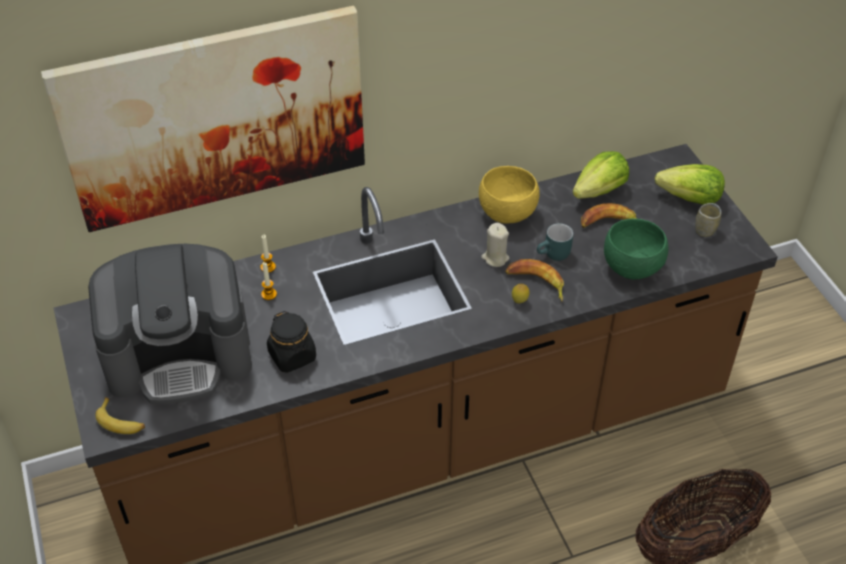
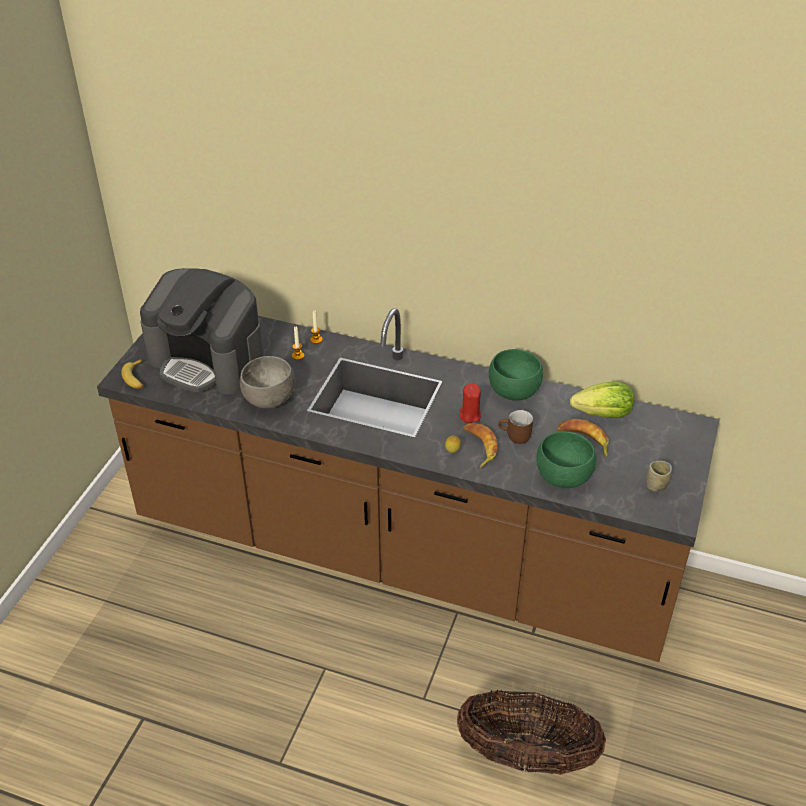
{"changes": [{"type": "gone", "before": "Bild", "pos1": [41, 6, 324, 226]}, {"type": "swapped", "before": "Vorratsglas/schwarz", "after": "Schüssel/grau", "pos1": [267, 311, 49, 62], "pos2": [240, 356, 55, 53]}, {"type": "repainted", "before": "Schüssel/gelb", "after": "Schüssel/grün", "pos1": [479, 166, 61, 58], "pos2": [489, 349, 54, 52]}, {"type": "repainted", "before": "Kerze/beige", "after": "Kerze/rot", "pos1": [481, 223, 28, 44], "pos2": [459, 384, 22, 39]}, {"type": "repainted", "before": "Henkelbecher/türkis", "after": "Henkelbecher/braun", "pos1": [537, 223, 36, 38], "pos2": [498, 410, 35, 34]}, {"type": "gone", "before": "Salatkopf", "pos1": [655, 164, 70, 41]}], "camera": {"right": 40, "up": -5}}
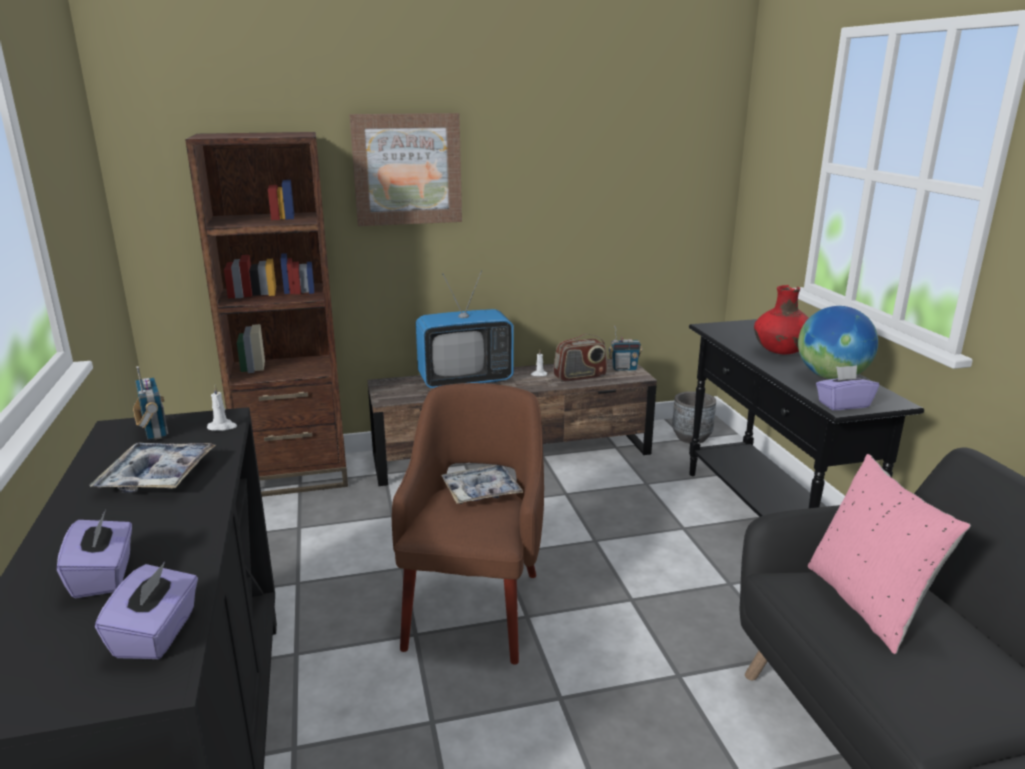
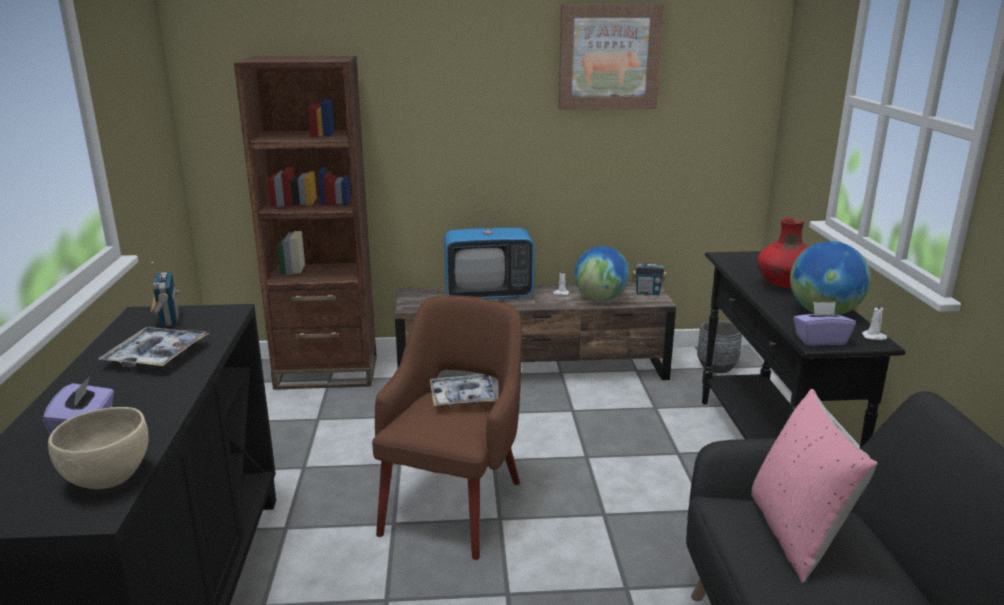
{"changes": [{"type": "swapped", "before": "Taschentuchbox/lila", "after": "Schüssel/beige", "pos1": [95, 562, 103, 97], "pos2": [48, 407, 101, 82]}, {"type": "shifted", "before": "Kerze/weiß", "pos1": [207, 385, 30, 46], "pos2": [862, 301, 25, 39]}, {"type": "shifted", "before": "Bild", "pos1": [349, 113, 113, 113], "pos2": [558, 4, 106, 106]}, {"type": "swapped", "before": "Radio", "after": "Globus", "pos1": [554, 334, 53, 48], "pos2": [574, 246, 55, 55]}], "camera": {"right": 10, "up": 0}}
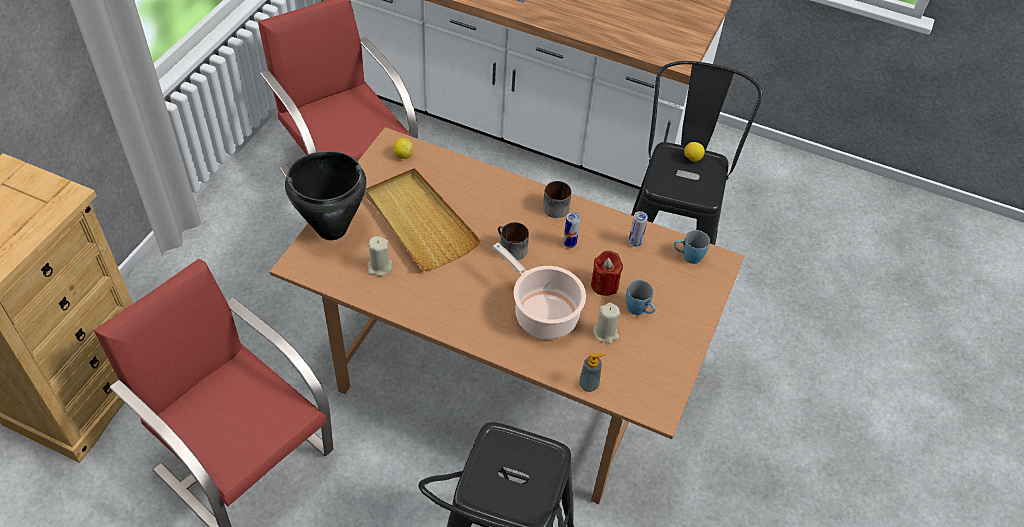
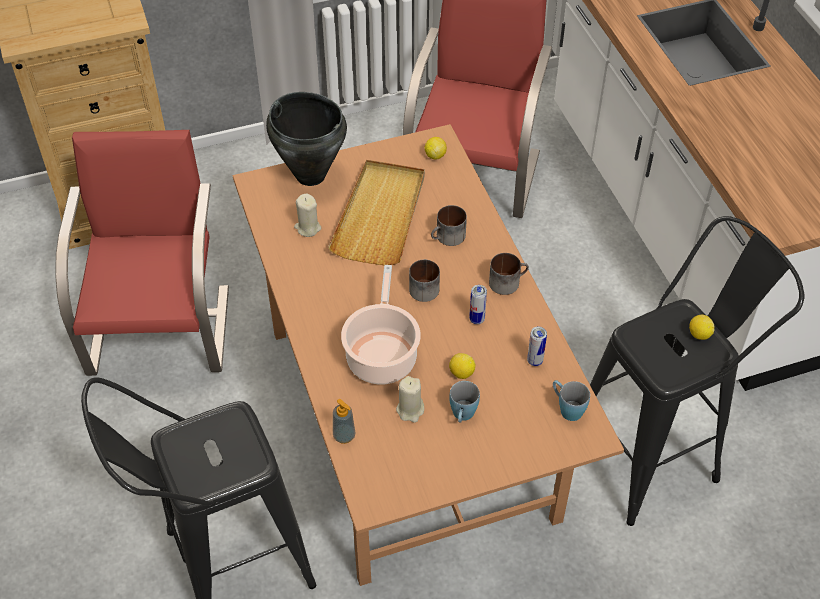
{"changes": [{"type": "swapped", "before": "Kerze/rot", "after": "Zitrone", "pos1": [591, 251, 32, 45], "pos2": [449, 353, 26, 26]}, {"type": "new", "after": "Henkelbecher", "pos2": [431, 205, 36, 41]}], "camera": {"right": 50, "up": 0}}
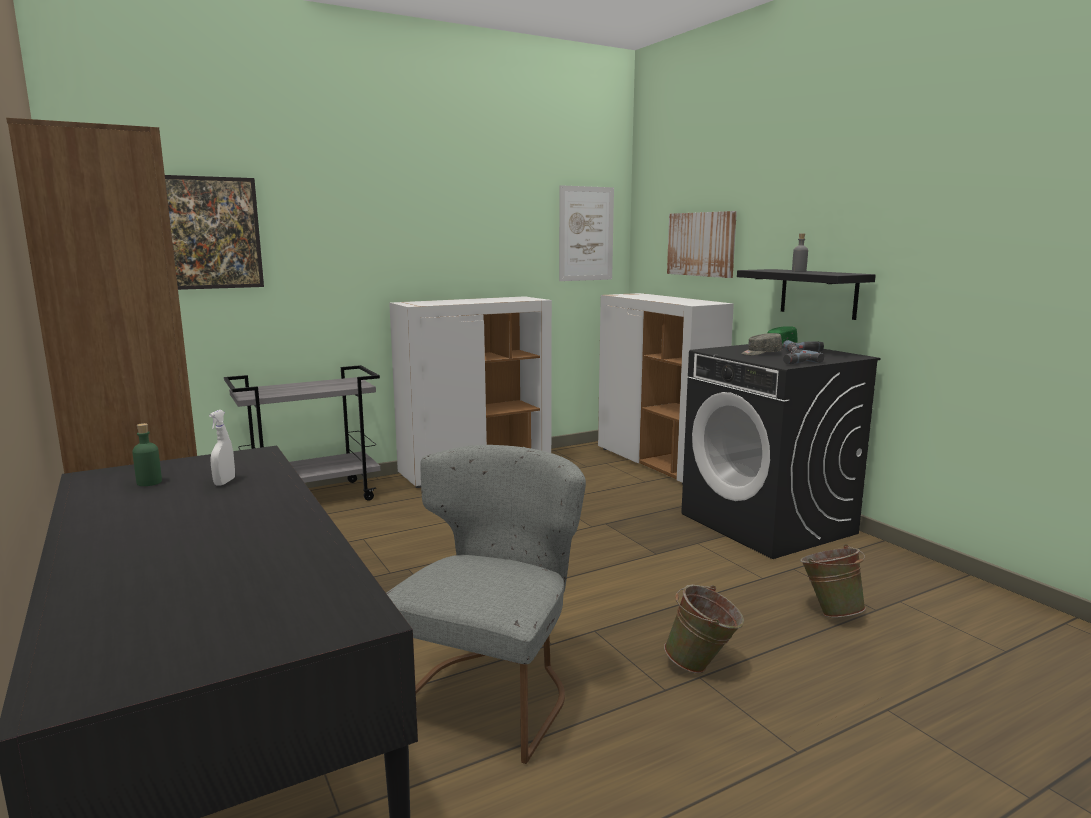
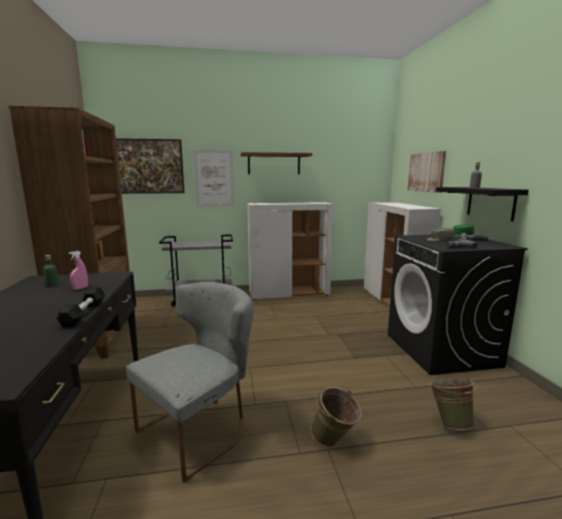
{"changes": [{"type": "repainted", "before": "Sprühflasche/weiß", "after": "Sprühflasche/rosa", "pos1": [209, 410, 26, 76], "pos2": [69, 251, 19, 39]}, {"type": "shifted", "before": "Bild", "pos1": [559, 185, 55, 96], "pos2": [193, 149, 41, 57]}, {"type": "new", "after": "Hantel/schwarz", "pos2": [56, 287, 49, 40]}, {"type": "new", "after": "Wandregal/braun", "pos2": [240, 152, 72, 22]}], "camera": {"right": 20, "up": 0}}
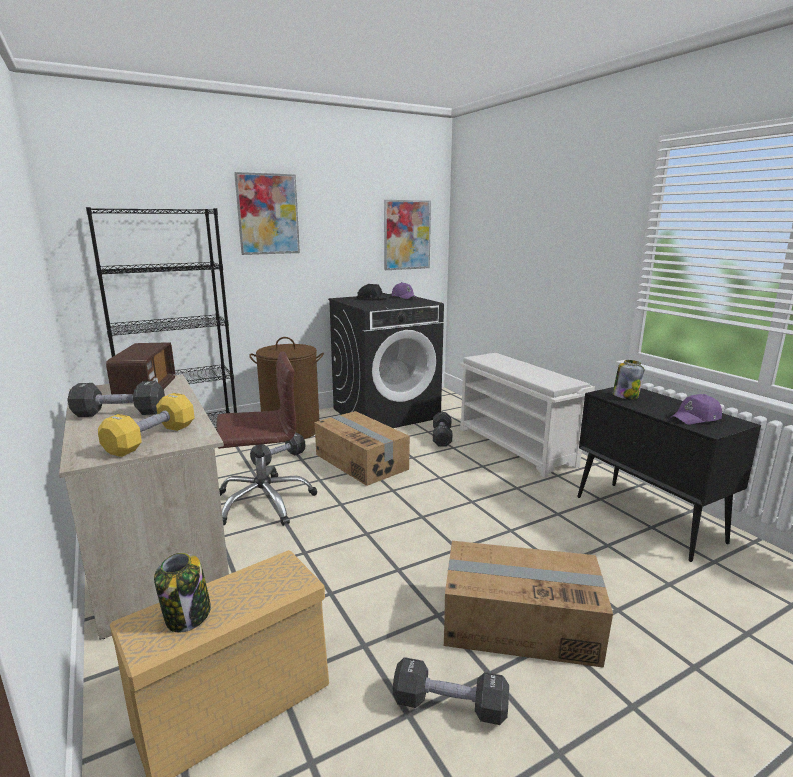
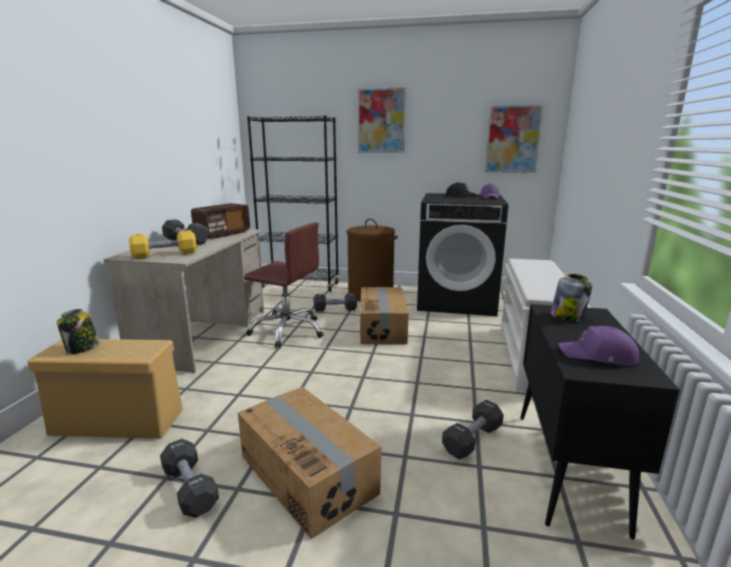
{"changes": [{"type": "shifted", "before": "Hantel/schwarz", "pos1": [433, 412, 19, 35], "pos2": [442, 400, 62, 59]}], "camera": {"right": 40, "up": 0}}
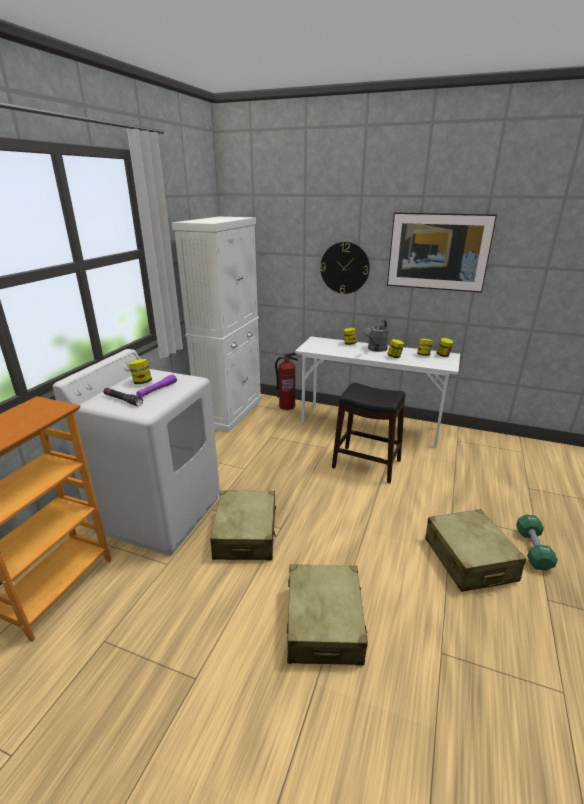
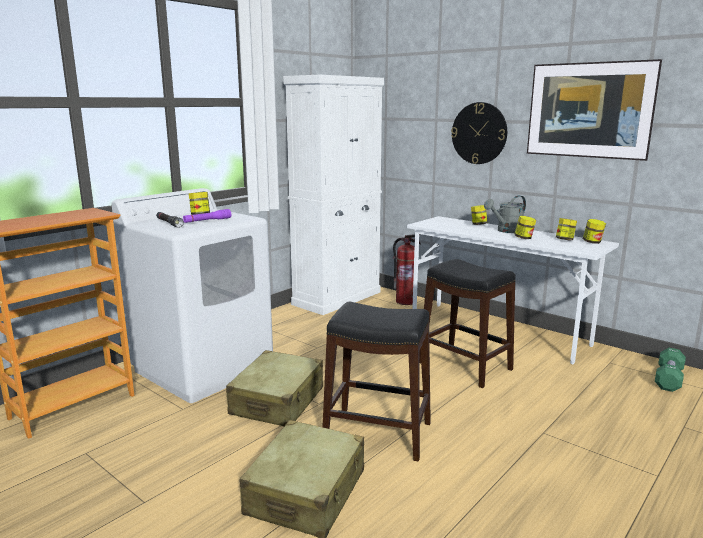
{"changes": [{"type": "gone", "before": "Koffer/beige", "pos1": [425, 509, 102, 83]}, {"type": "shifted", "before": "Hantel/grün", "pos1": [516, 515, 42, 56], "pos2": [655, 348, 31, 44]}, {"type": "new", "after": "Hocker/schwarz", "pos2": [323, 302, 108, 160]}], "camera": {"right": 20, "up": -10}}
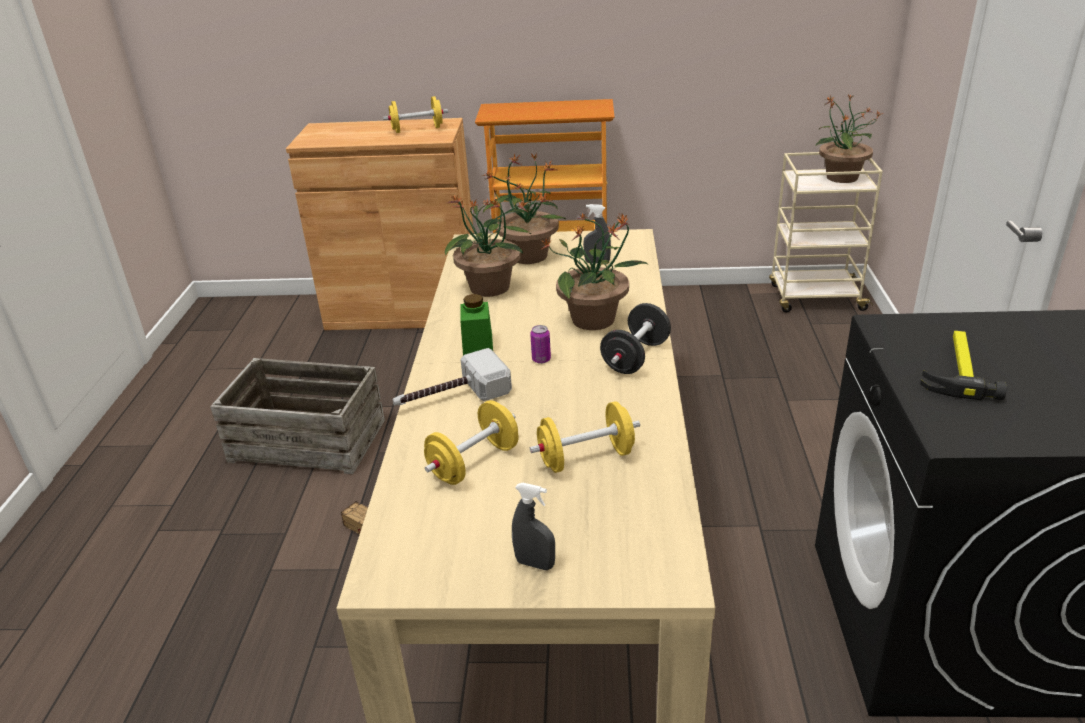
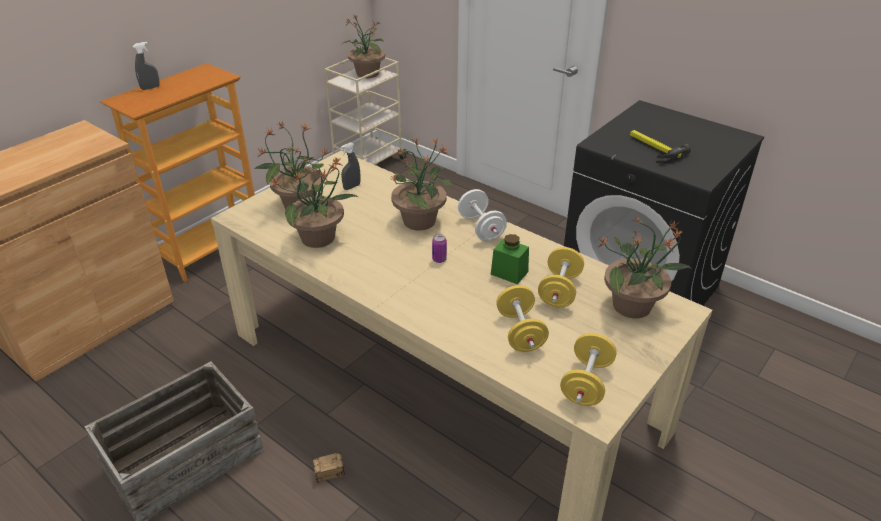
{"changes": [{"type": "shifted", "before": "Hantel/gelb", "pos1": [383, 96, 65, 37], "pos2": [560, 333, 57, 73]}, {"type": "gone", "before": "Hammer", "pos1": [392, 348, 120, 58]}, {"type": "shifted", "before": "Vorratsglas/grün", "pos1": [460, 294, 33, 61], "pos2": [491, 234, 38, 50]}, {"type": "shifted", "before": "Sprühflasche/grau", "pos1": [512, 483, 43, 87], "pos2": [133, 42, 27, 48]}, {"type": "repainted", "before": "Hantel/schwarz", "after": "Hantel/weiß", "pos1": [600, 303, 71, 71], "pos2": [458, 189, 49, 52]}, {"type": "new", "after": "Topfpflanze", "pos2": [598, 217, 94, 101]}], "camera": {"right": -55, "up": 5}}
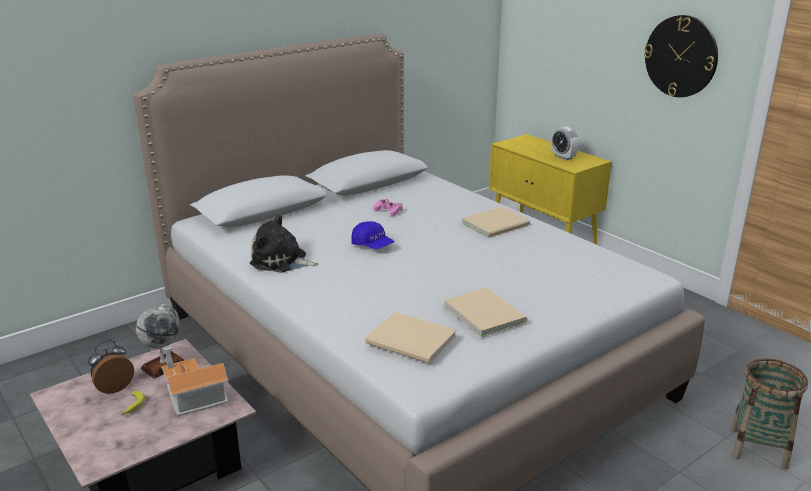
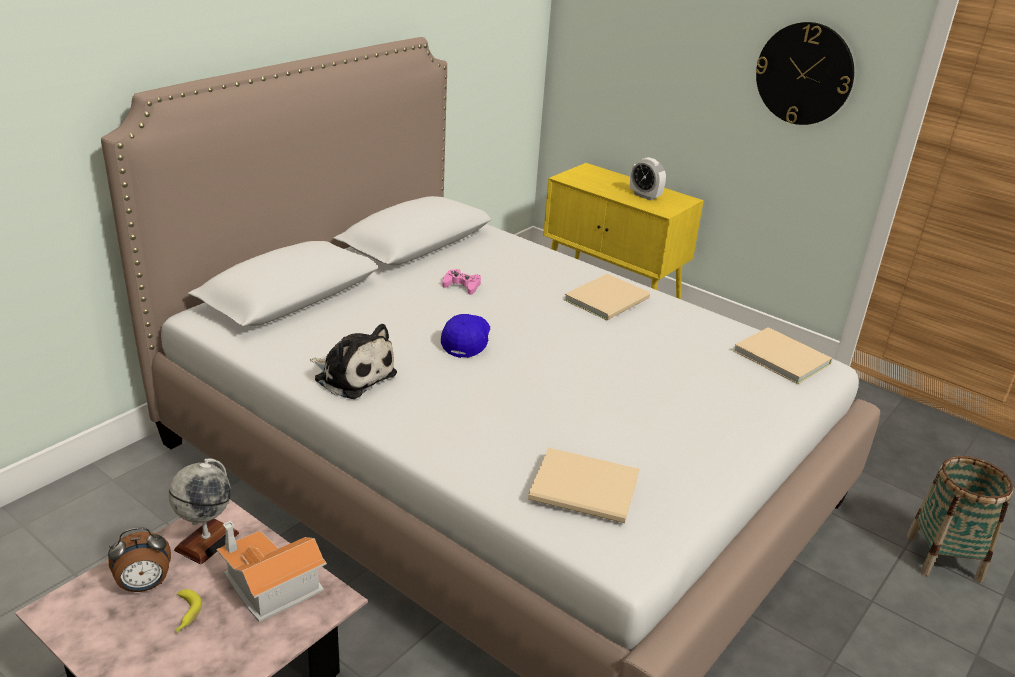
{"changes": [{"type": "rotated", "before": "Wecker", "pos1": [88, 340, 46, 54], "pos2": [108, 527, 63, 65], "turn": -150}, {"type": "rotated", "before": "Plüschtier", "pos1": [250, 214, 69, 59], "pos2": [310, 324, 87, 75], "turn": -150}, {"type": "rotated", "before": "Kappe/blau", "pos1": [351, 221, 44, 28], "pos2": [441, 314, 49, 44], "turn": -105}, {"type": "shifted", "before": "Buch/beige", "pos1": [444, 288, 83, 49], "pos2": [734, 327, 98, 57]}], "camera": {"right": -15, "up": 5}}
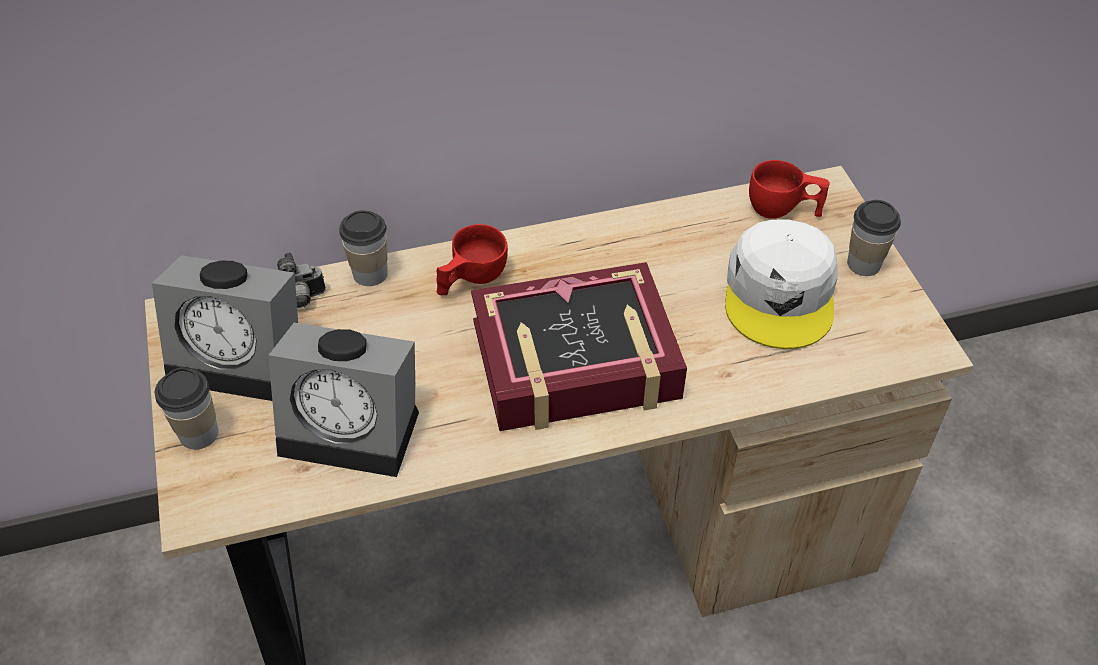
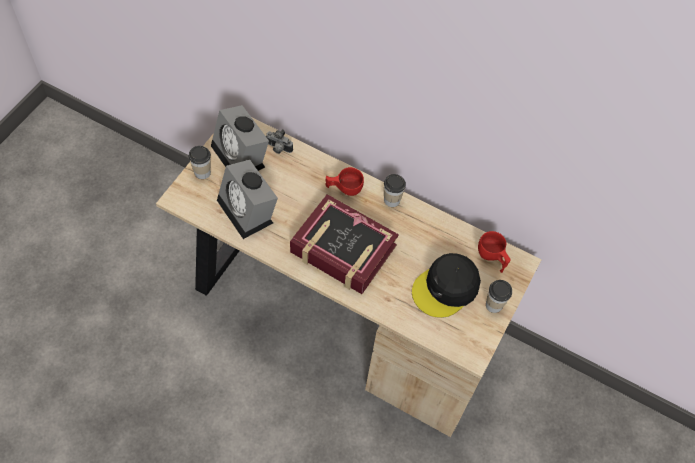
{"changes": [{"type": "shifted", "before": "Tasse", "pos1": [339, 210, 49, 76], "pos2": [384, 174, 22, 33]}, {"type": "repainted", "before": "Kappe/weiß", "after": "Kappe/schwarz", "pos1": [725, 219, 113, 130], "pos2": [412, 253, 69, 65]}], "camera": {"right": 40, "up": 10}}
